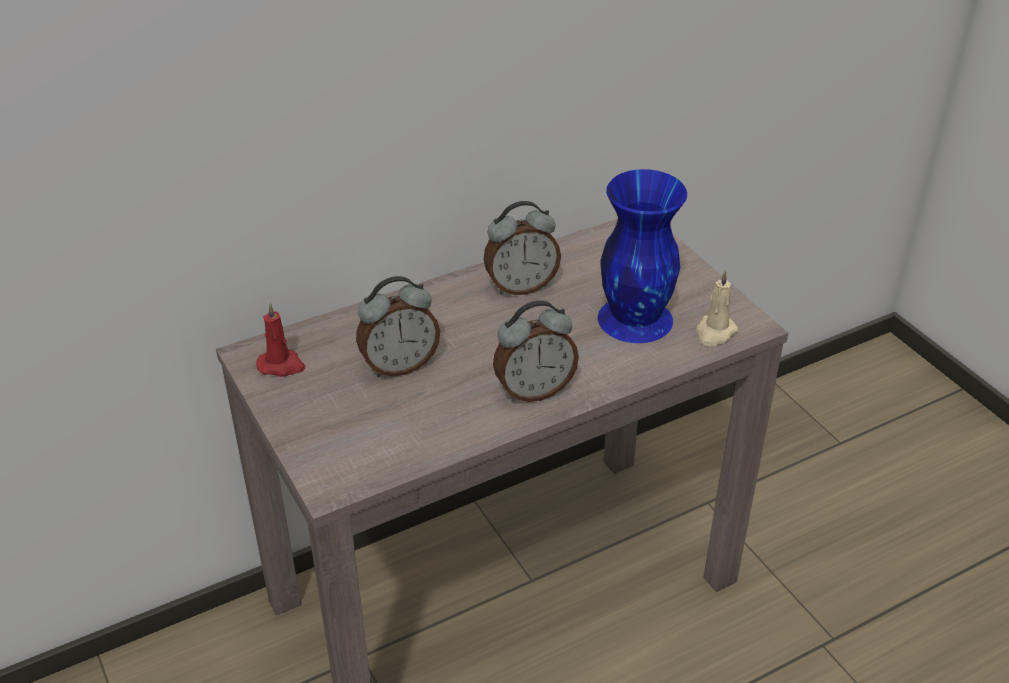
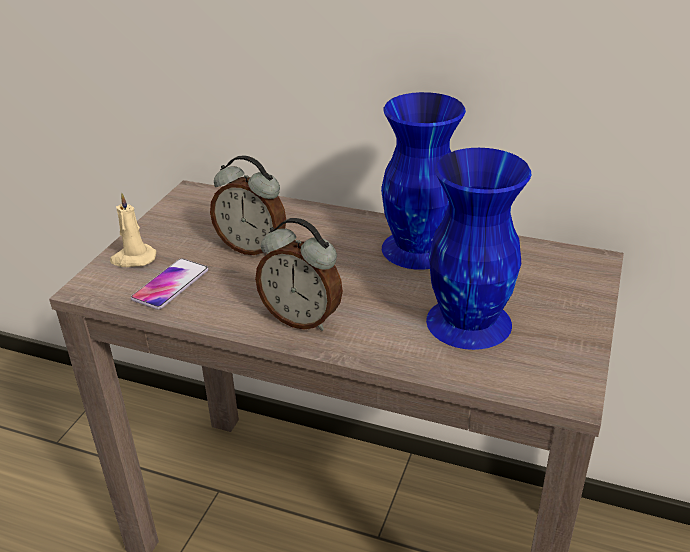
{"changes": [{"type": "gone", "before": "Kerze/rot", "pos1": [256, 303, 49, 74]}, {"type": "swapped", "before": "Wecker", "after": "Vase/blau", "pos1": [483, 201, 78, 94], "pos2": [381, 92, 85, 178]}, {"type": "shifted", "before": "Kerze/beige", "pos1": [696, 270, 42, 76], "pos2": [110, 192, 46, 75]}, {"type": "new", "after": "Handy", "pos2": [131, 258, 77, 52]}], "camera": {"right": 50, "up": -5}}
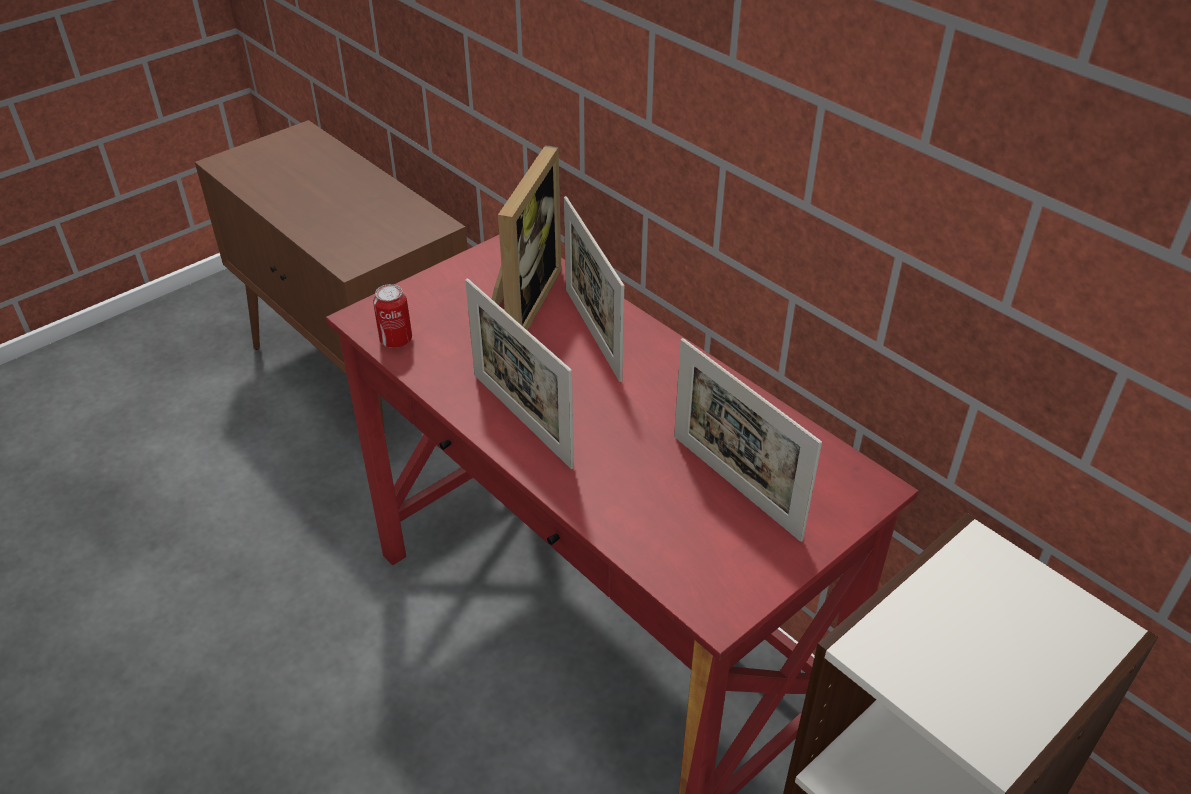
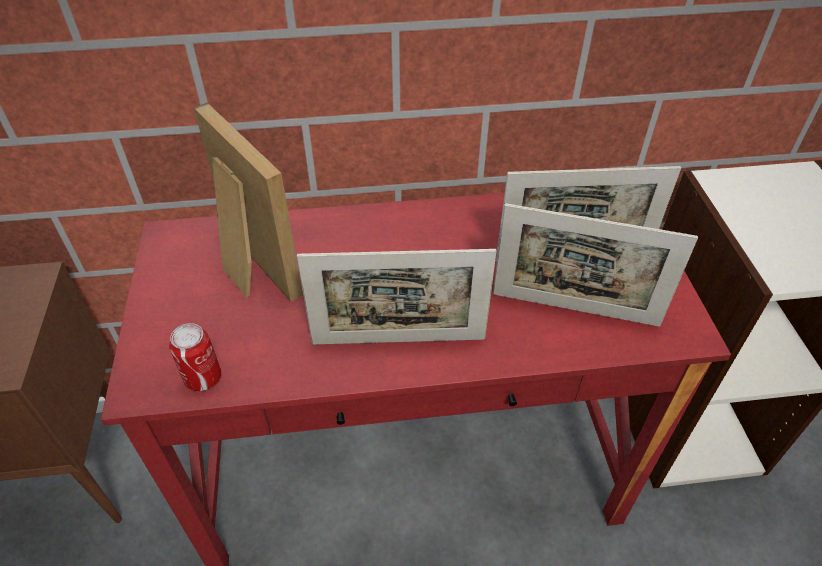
{"changes": [{"type": "shifted", "before": "Bilderrahmen", "pos1": [564, 196, 60, 186], "pos2": [493, 203, 205, 124]}], "camera": {"right": -55, "up": 5}}
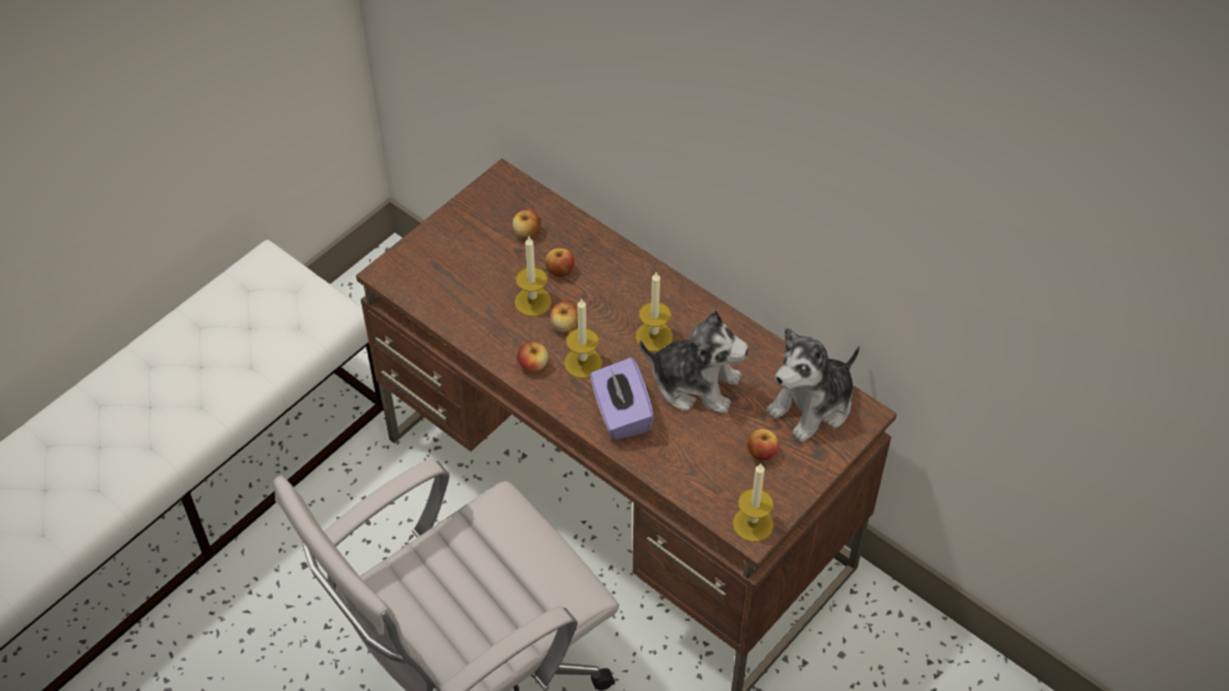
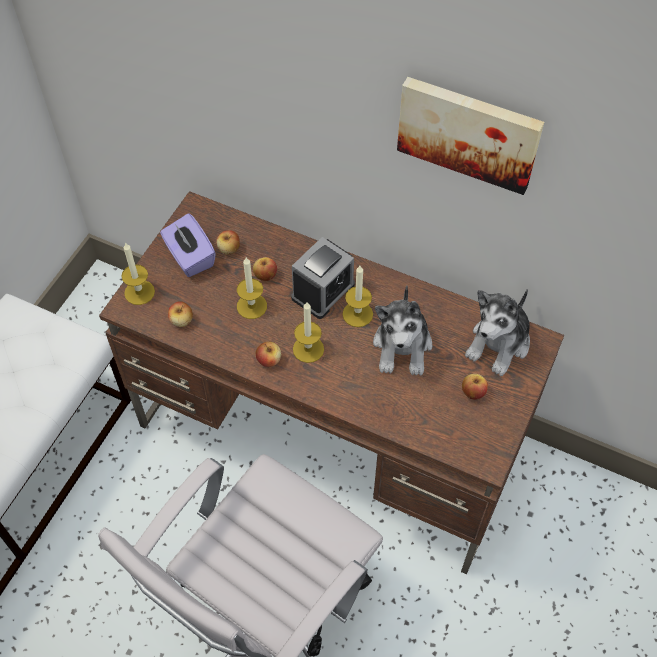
{"changes": [{"type": "shifted", "before": "Apfel", "pos1": [550, 301, 28, 31], "pos2": [168, 301, 25, 26]}, {"type": "shifted", "before": "Taschentuchbox/lila", "pos1": [590, 358, 64, 82], "pos2": [160, 213, 56, 64]}, {"type": "rotated", "before": "Plüschtier", "pos1": [639, 310, 109, 104], "pos2": [373, 285, 59, 91], "turn": 90}, {"type": "shifted", "before": "Kerze", "pos1": [733, 464, 41, 78], "pos2": [121, 242, 34, 63]}, {"type": "new", "after": "Wecker", "pos2": [291, 237, 64, 82]}, {"type": "new", "after": "Bild", "pos2": [397, 77, 147, 118]}], "camera": {"right": -15, "up": 5}}
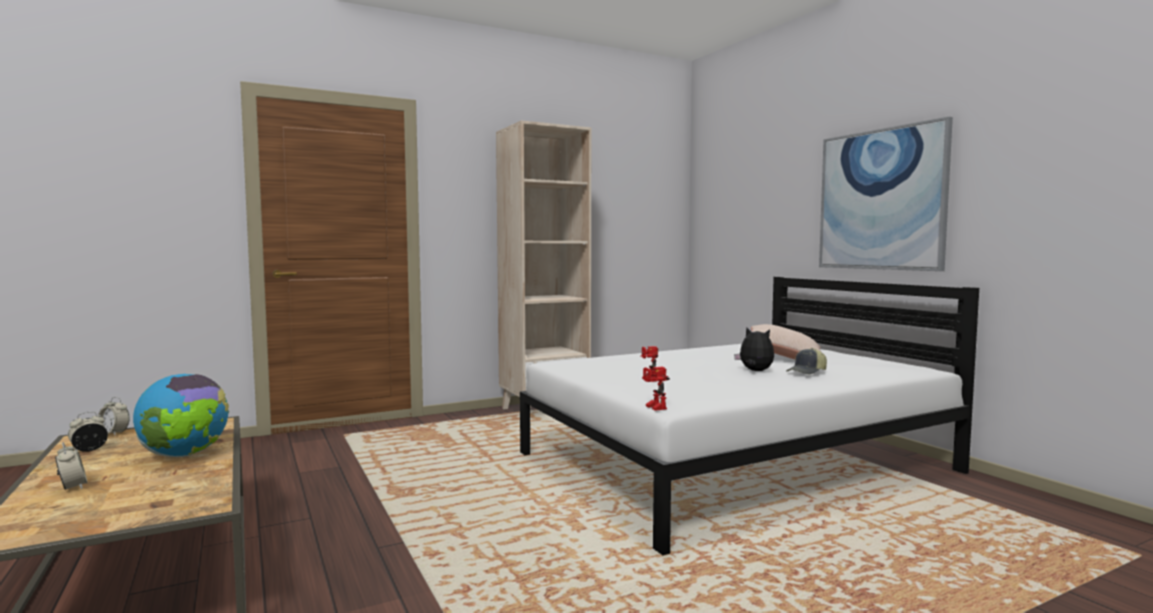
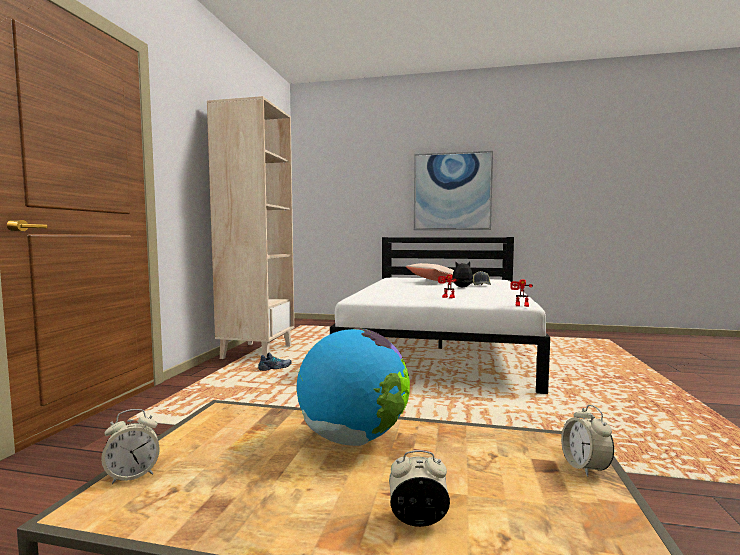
{"changes": [{"type": "shifted", "before": "Wecker", "pos1": [68, 412, 40, 40], "pos2": [561, 405, 53, 72]}, {"type": "new", "after": "Schuh", "pos2": [258, 353, 34, 18]}], "camera": {"right": -50, "up": 0}}
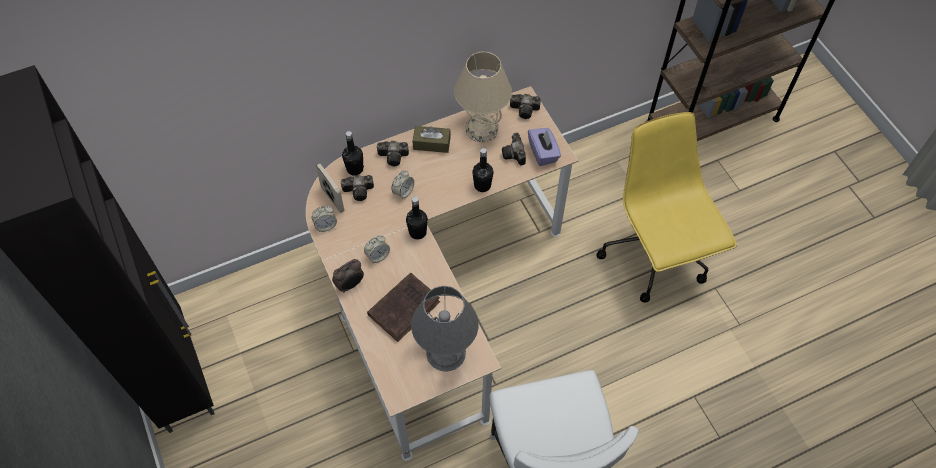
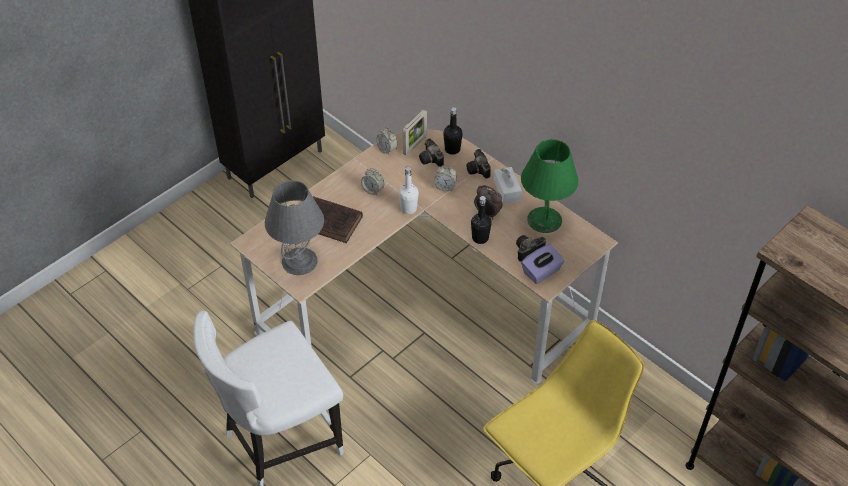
{"changes": [{"type": "shifted", "before": "Wecker", "pos1": [332, 259, 32, 34], "pos2": [474, 185, 29, 34]}, {"type": "repainted", "before": "Flasche/schwarz", "after": "Flasche/weiß", "pos1": [406, 196, 22, 43], "pos2": [398, 166, 21, 48]}, {"type": "repainted", "before": "Taschentuchbox/braun", "after": "Taschentuchbox/weiß", "pos1": [413, 126, 38, 27], "pos2": [494, 167, 28, 37]}, {"type": "repainted", "before": "Tischlampe/beige", "after": "Tischlampe/grün", "pos1": [454, 52, 58, 90], "pos2": [521, 139, 58, 94]}, {"type": "gone", "before": "Kamera", "pos1": [510, 94, 31, 25]}], "camera": {"right": 70, "up": -10}}
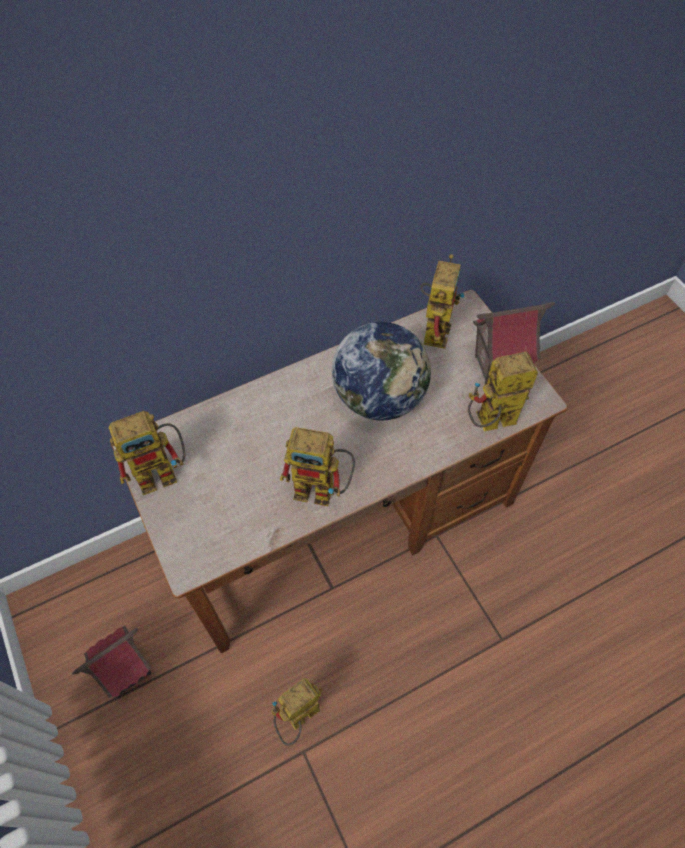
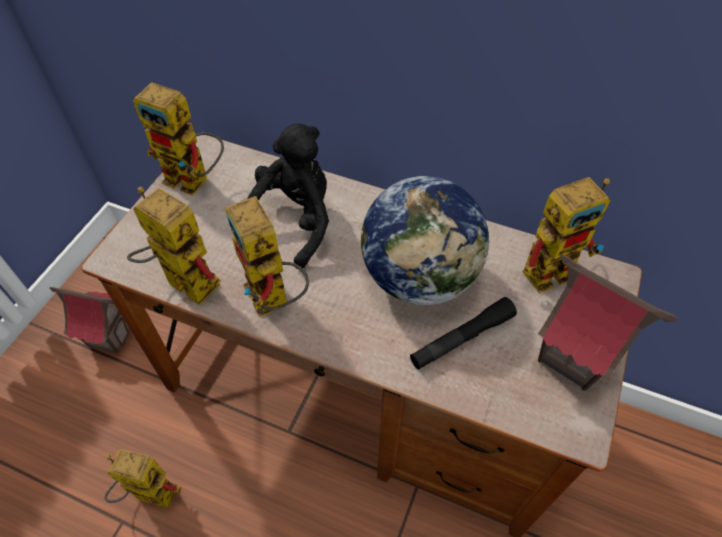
{"changes": [{"type": "shifted", "before": "Spielzeugroboter", "pos1": [468, 351, 70, 80], "pos2": [127, 187, 94, 118]}, {"type": "new", "after": "Plüschtier/schwarz", "pos2": [248, 123, 81, 147]}, {"type": "new", "after": "Taschenlampe/schwarz", "pos2": [410, 297, 107, 73]}], "camera": {"right": 50, "up": -5}}
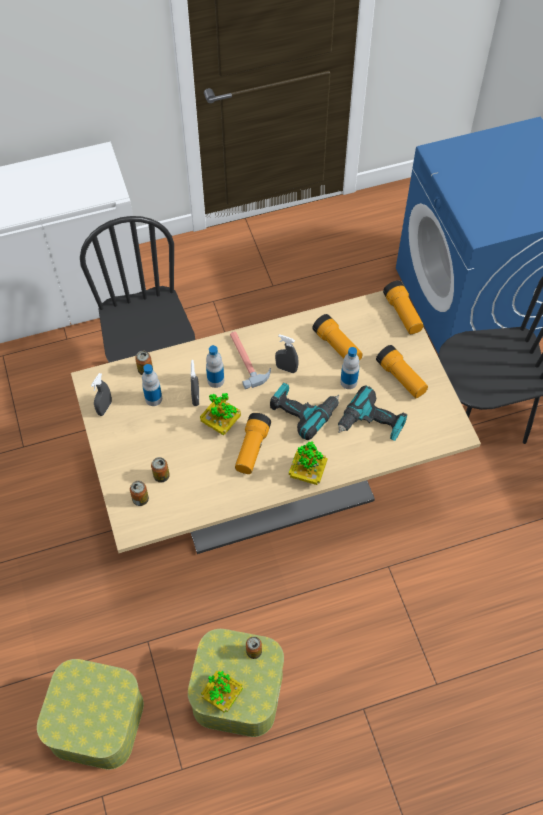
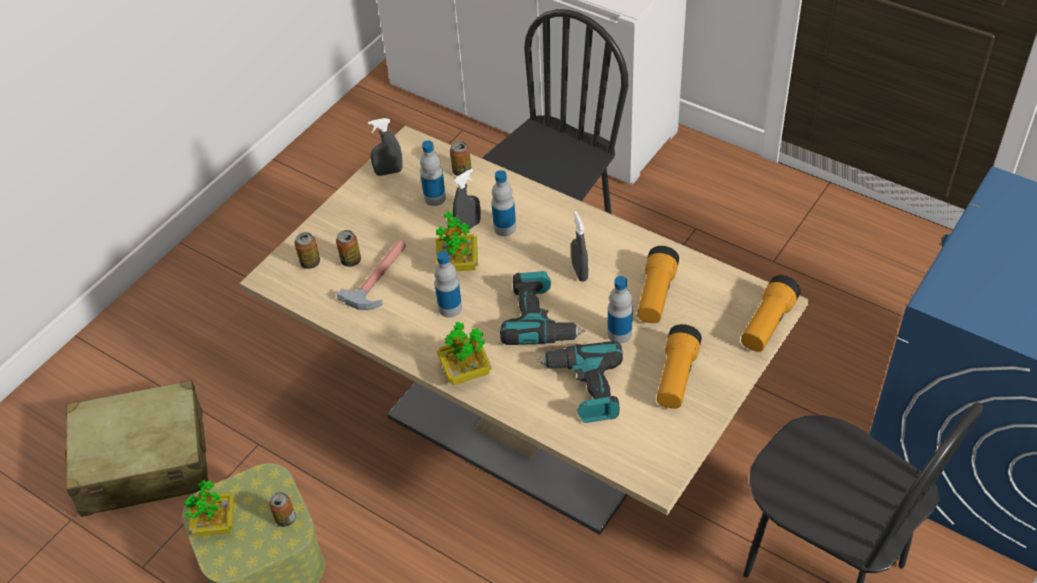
{"changes": [{"type": "swapped", "before": "Aufbewahrungsbox", "after": "Koffer/beige", "pos1": [37, 659, 107, 111], "pos2": [65, 380, 144, 137]}, {"type": "shifted", "before": "Hammer", "pos1": [230, 332, 41, 57], "pos2": [337, 240, 69, 70]}, {"type": "swapped", "before": "Taschenlampe", "after": "Flasche", "pos1": [235, 413, 36, 61], "pos2": [434, 251, 28, 67]}], "camera": {"right": 55, "up": -10}}
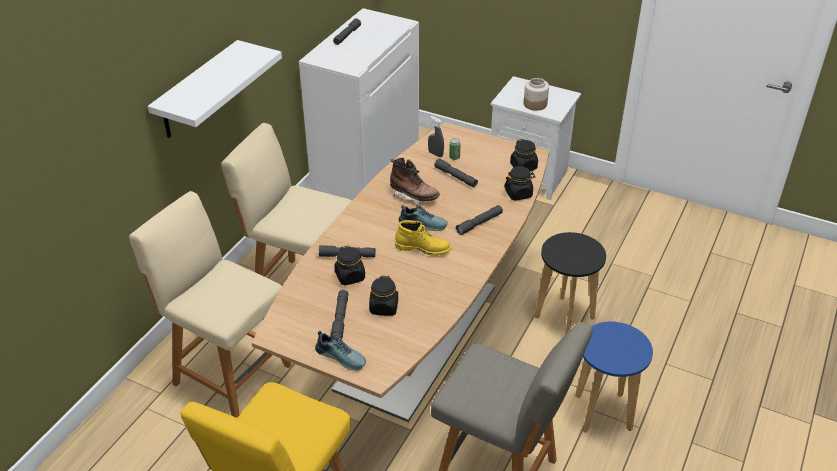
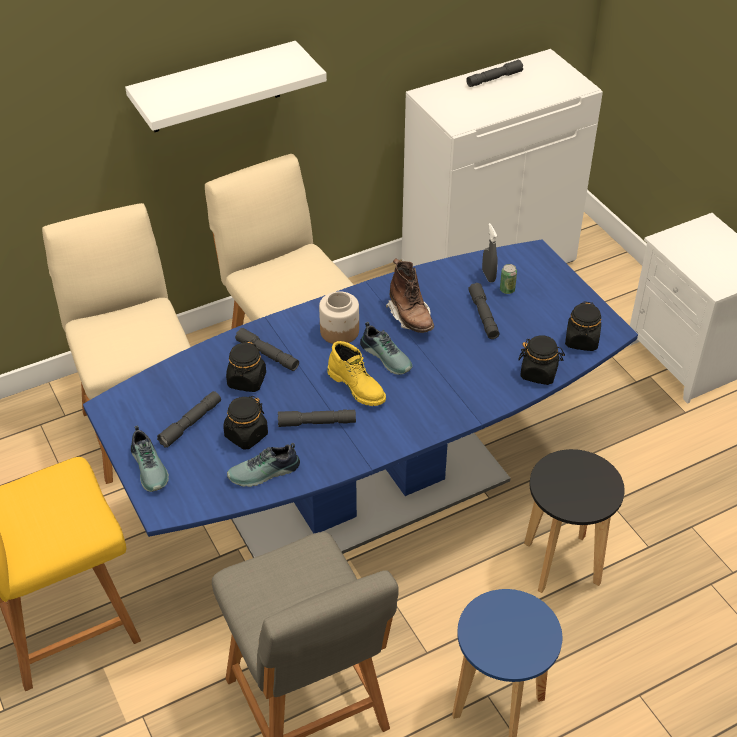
{"changes": [{"type": "repainted", "before": "Esstisch/braun", "after": "Esstisch/blau", "pos1": [252, 122, 297, 300], "pos2": [83, 239, 555, 319]}, {"type": "shifted", "before": "Taschenlampe/grau", "pos1": [456, 205, 47, 30], "pos2": [278, 409, 78, 18]}, {"type": "shifted", "before": "Vorratsglas", "pos1": [523, 78, 26, 33], "pos2": [319, 291, 40, 53]}, {"type": "new", "after": "Schuh", "pos2": [227, 443, 73, 44]}], "camera": {"right": 35, "up": 5}}
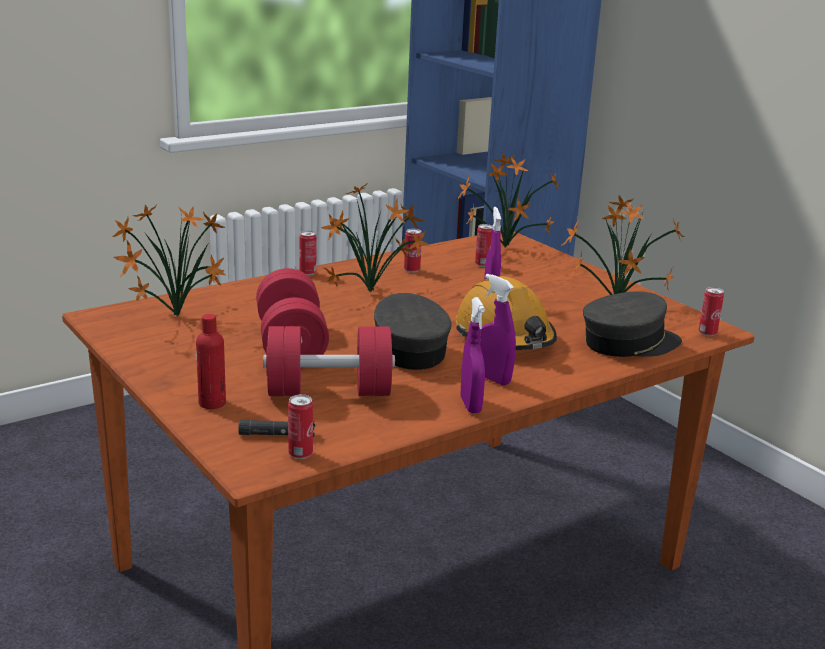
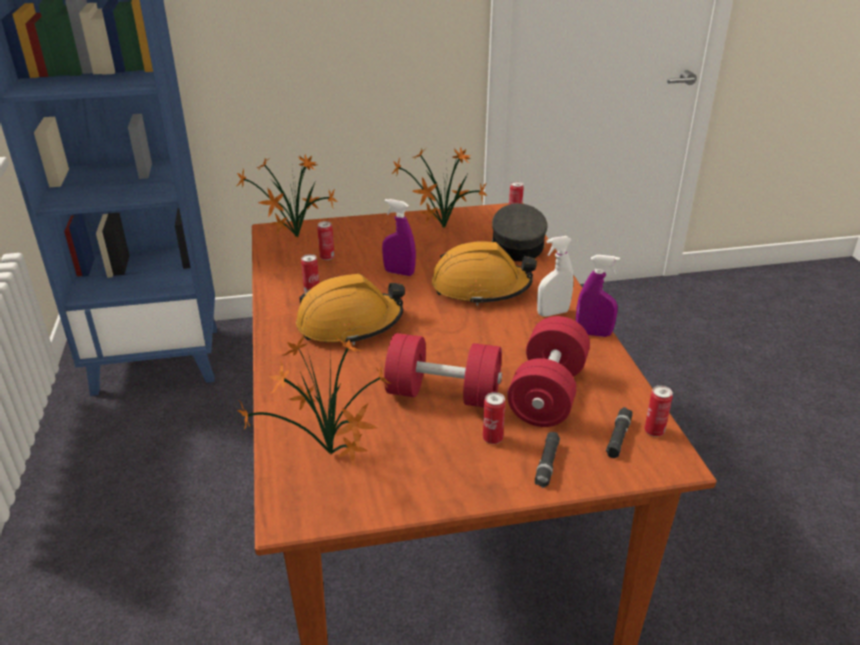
{"changes": [{"type": "swapped", "before": "Flasche/rot", "after": "Taschenlampe/schwarz", "pos1": [196, 314, 30, 95], "pos2": [535, 432, 25, 56]}, {"type": "shifted", "before": "Dose", "pos1": [300, 231, 16, 45], "pos2": [483, 392, 22, 52]}, {"type": "swapped", "before": "Topfpflanze", "after": "Schutzhelm/orange", "pos1": [321, 182, 108, 110], "pos2": [296, 274, 109, 71]}, {"type": "gone", "before": "Kappe/grau", "pos1": [374, 293, 78, 77]}, {"type": "repainted", "before": "Sprühflasche/lila", "after": "Sprühflasche/weiß", "pos1": [480, 274, 36, 112], "pos2": [537, 236, 37, 81]}], "camera": {"right": -65, "up": 10}}
